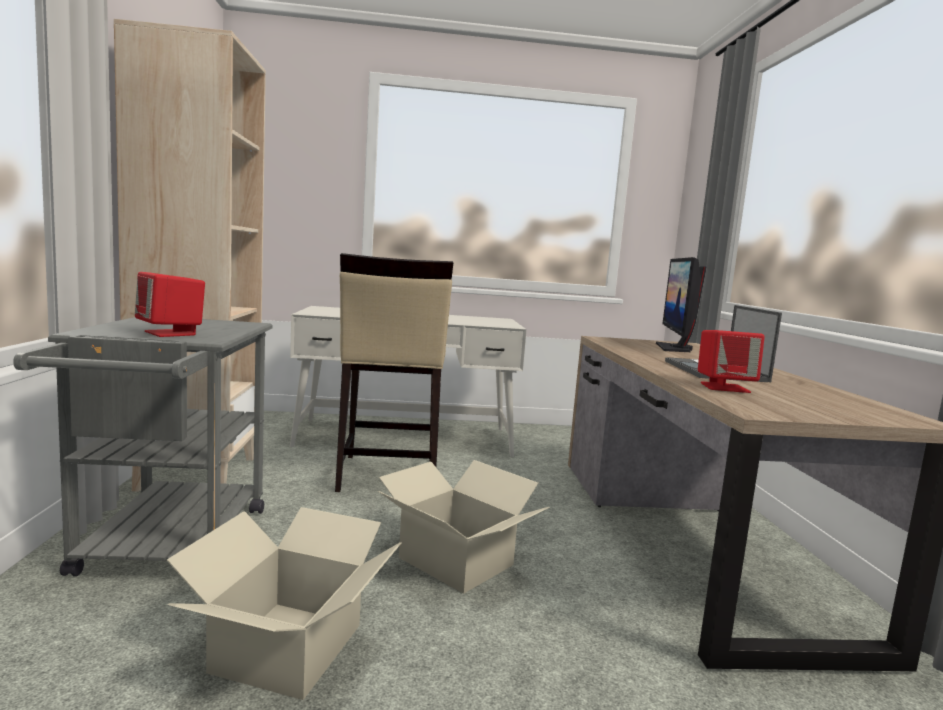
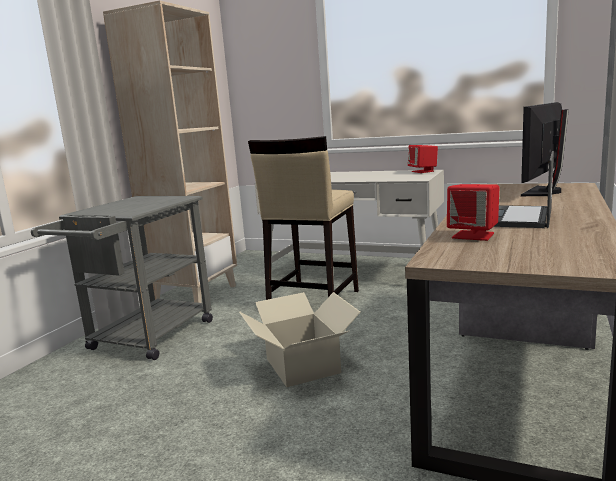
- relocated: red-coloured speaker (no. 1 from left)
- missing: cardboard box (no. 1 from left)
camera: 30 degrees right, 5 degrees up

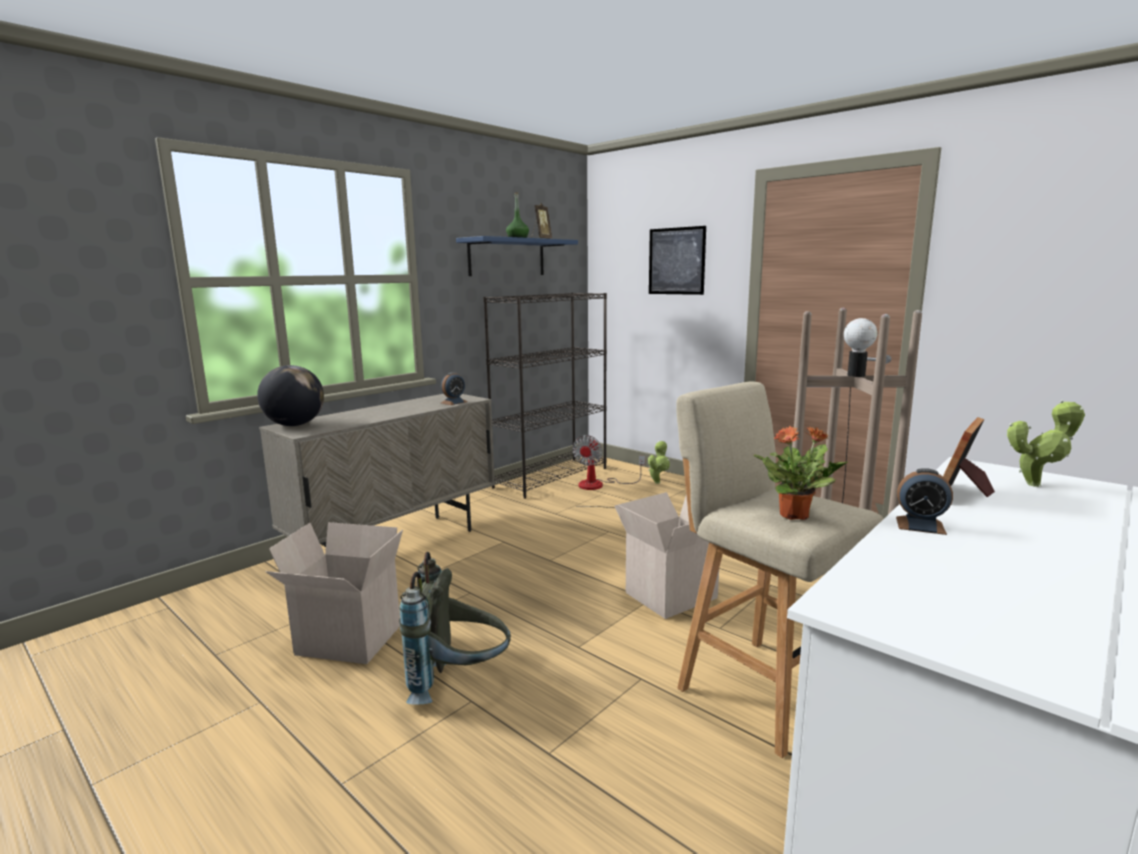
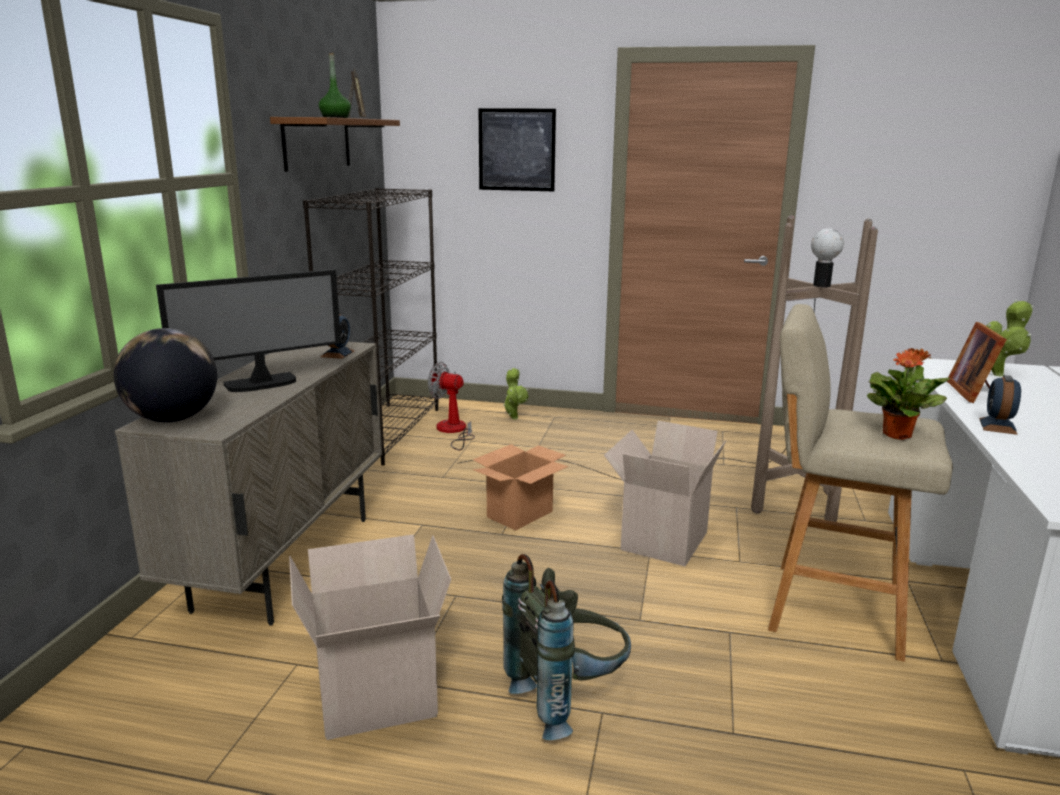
- colour: bluish wall shelf to brown-coloured wall shelf
- spun: cooling fan 120 degrees clockwise
- spun: alarm clock (no. 2 from left) 120 degrees clockwise
- appeared: computer screen
- appeared: cardboard box (no. 2 from left)
camera: 30 degrees left, 5 degrees up

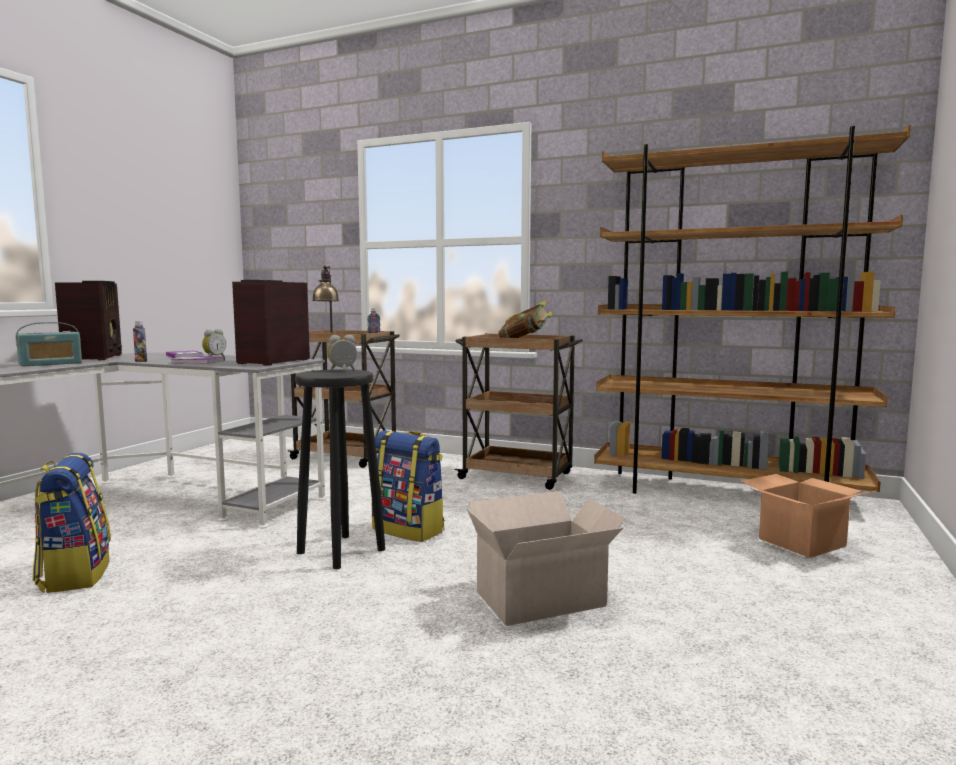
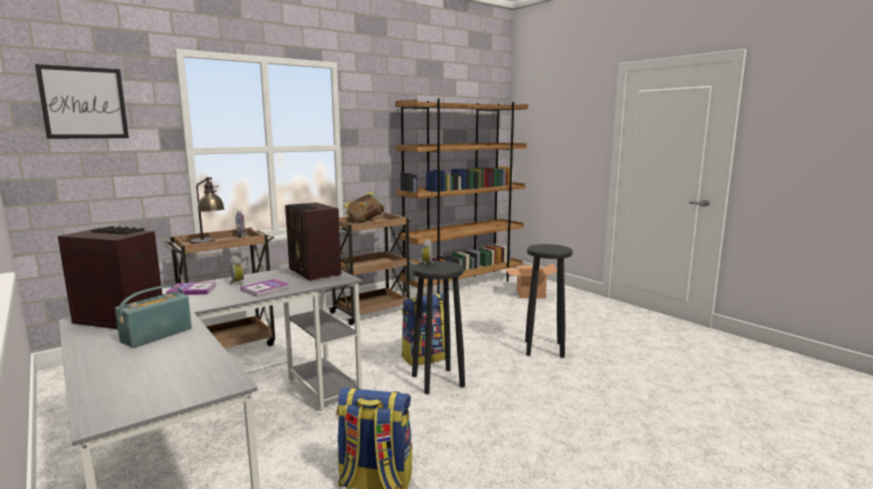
- missing: drink bottle (no. 1 from left)
- spun: radio set (no. 1 from left in the first image) 135 degrees counterclockwise
- exchanged: cardboard box (no. 1 from left) to blackish stool seat (no. 2 from left)
- appeared: wall picture
camera: 60 degrees left, 5 degrees up

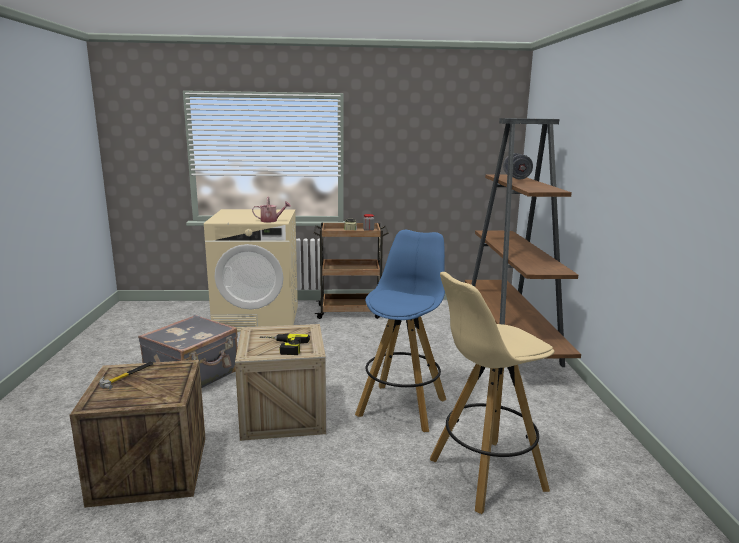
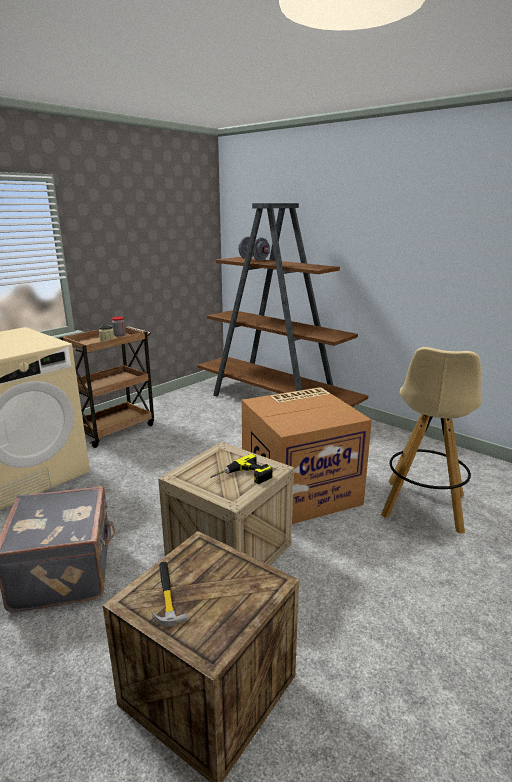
- missing: watering pot
- exchanged: bluish stool seat to cardboard box
camera: 45 degrees left, 5 degrees up

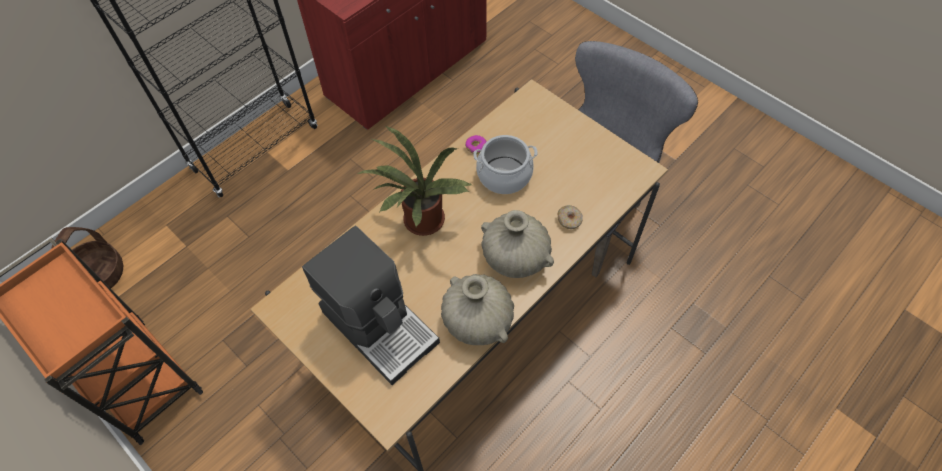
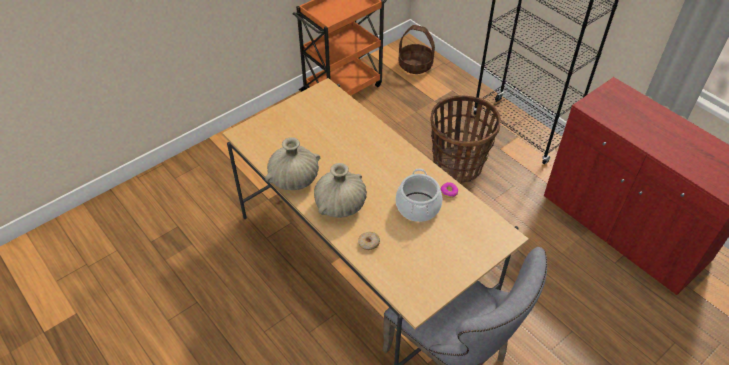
- missing: plant in a pot
- missing: coffee brewer
- appeared: basket (no. 2 from left)
camera: 95 degrees right, 10 degrees down

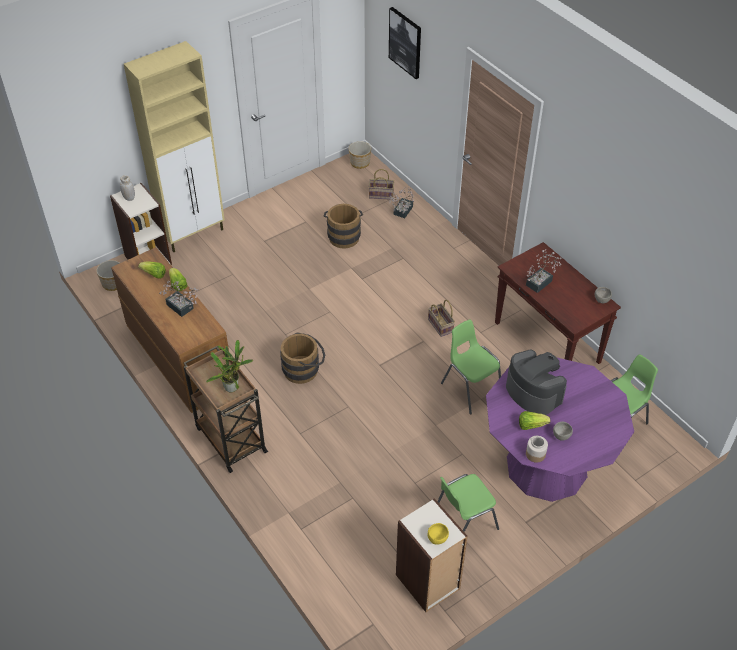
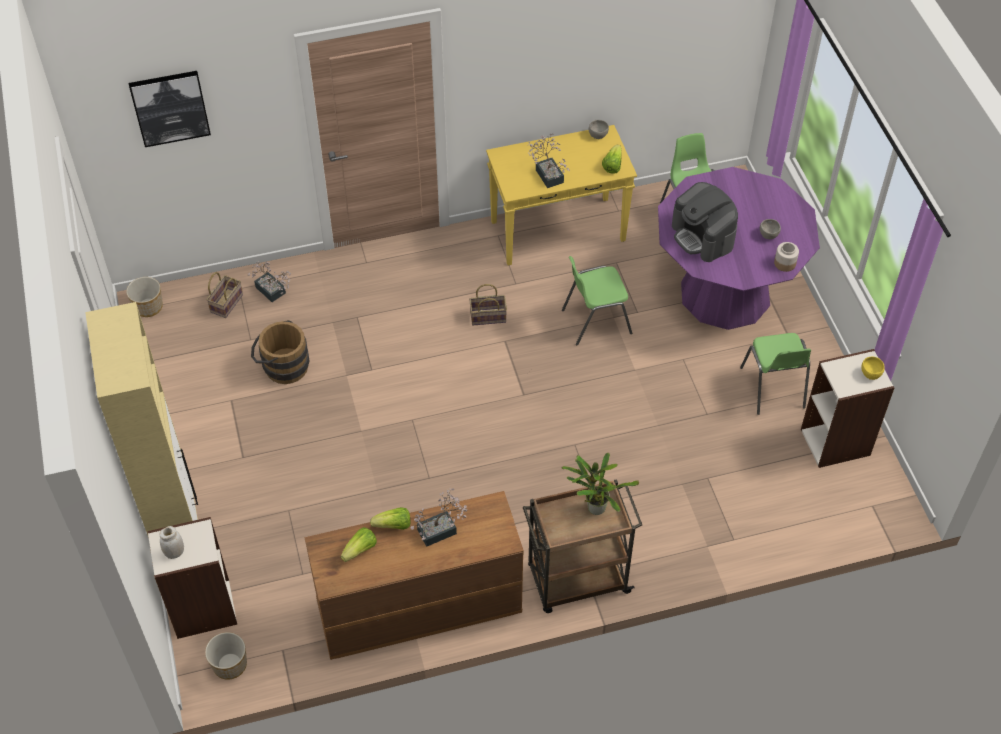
- colour: brown-coloured console table to yellowish console table
- missing: brown-coloured bucket (no. 1 from left)
- spun: coffee brewer 105 degrees counterclockwise
- relocated: lettuce (no. 3 from left)
camera: 70 degrees left, 5 degrees up

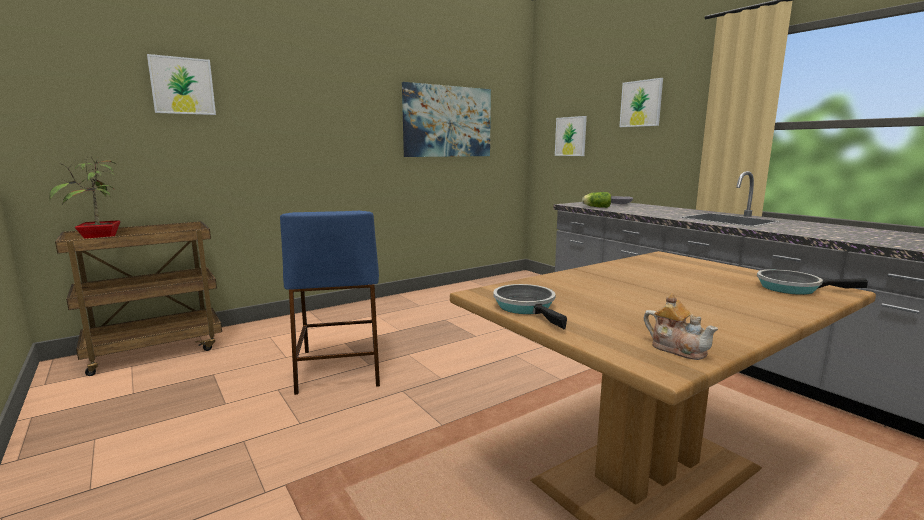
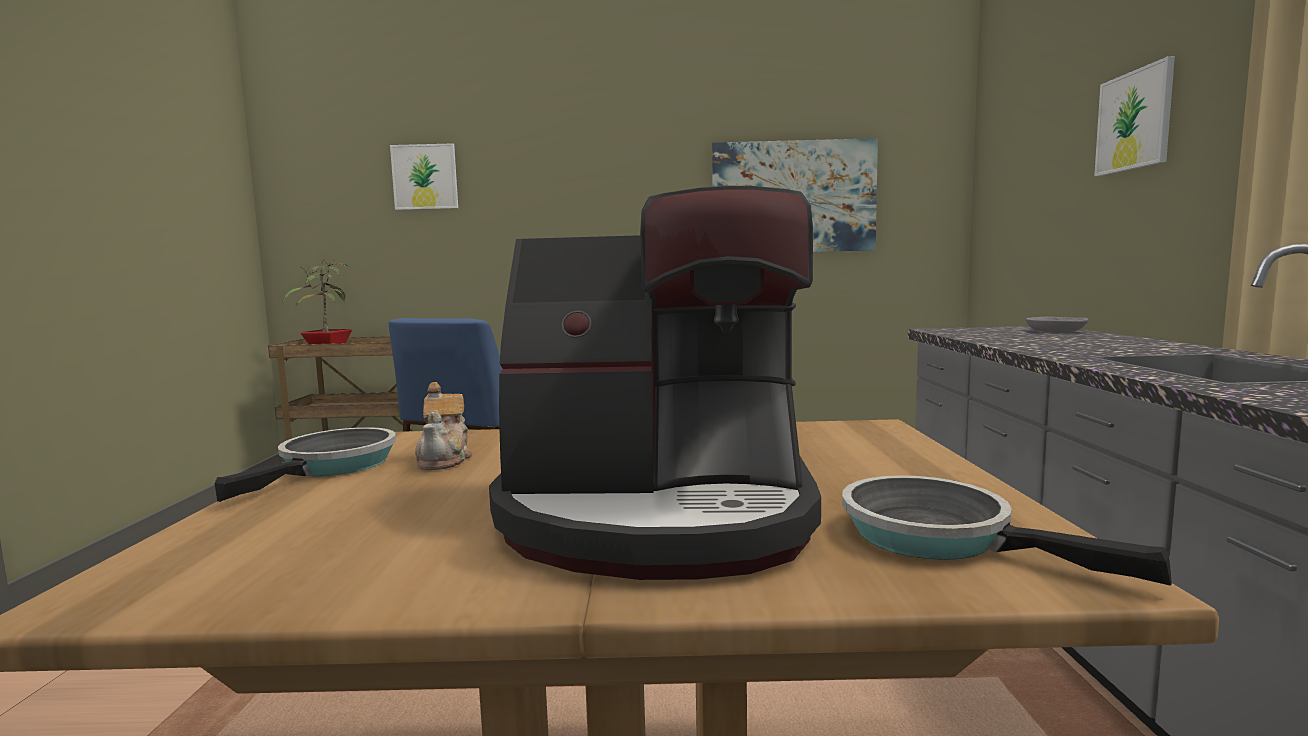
- missing: wall picture (no. 3 from left)
- missing: lettuce
- relocated: teapot
- appeared: coffee brewer
camera: 35 degrees right, 5 degrees down

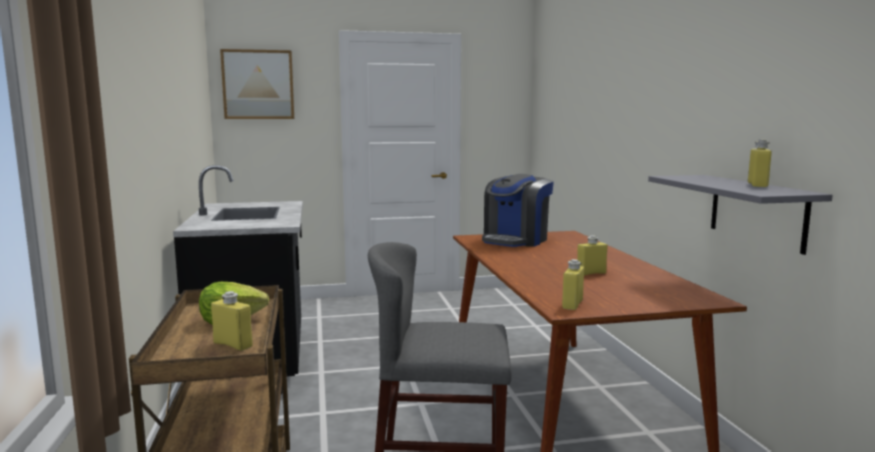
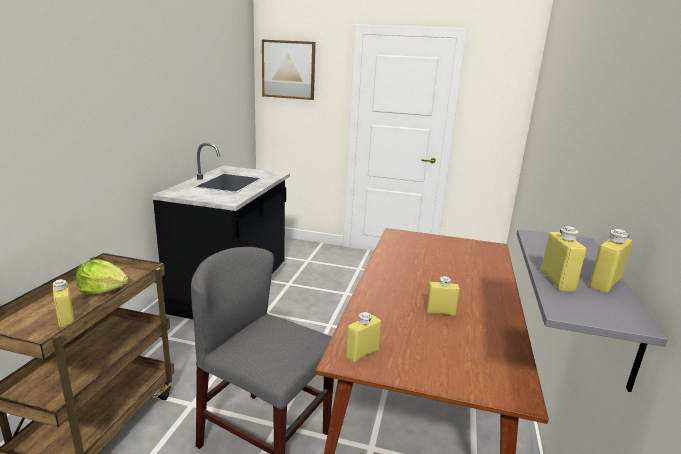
- missing: coffee brewer
- appeared: yellowish drink bottle (no. 4 from left)
camera: 25 degrees right, 10 degrees up

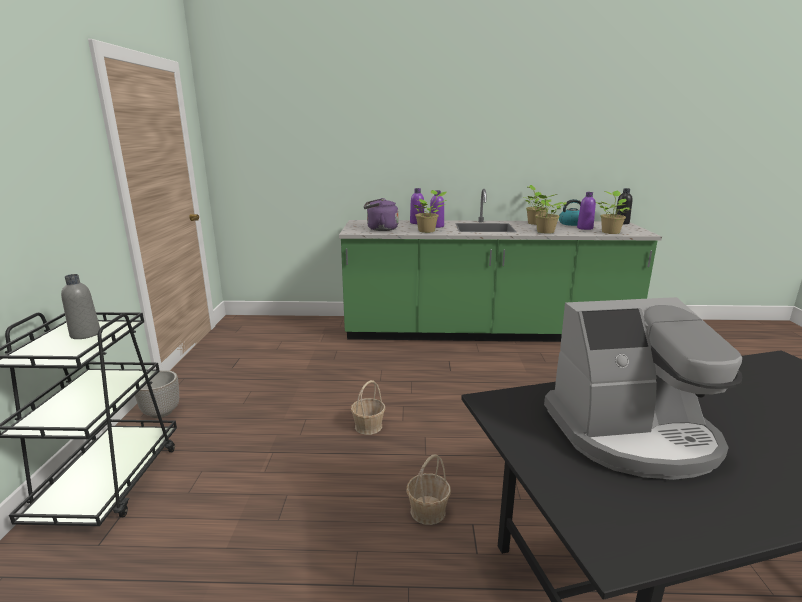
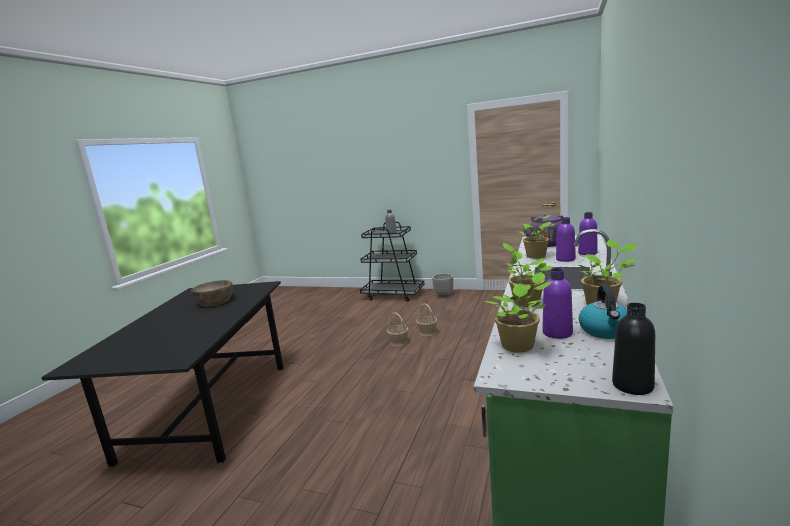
- exchanged: coffee brewer to brown-coloured bowl
- relocated: basket (no. 2 from left)
camera: 110 degrees right, 5 degrees down

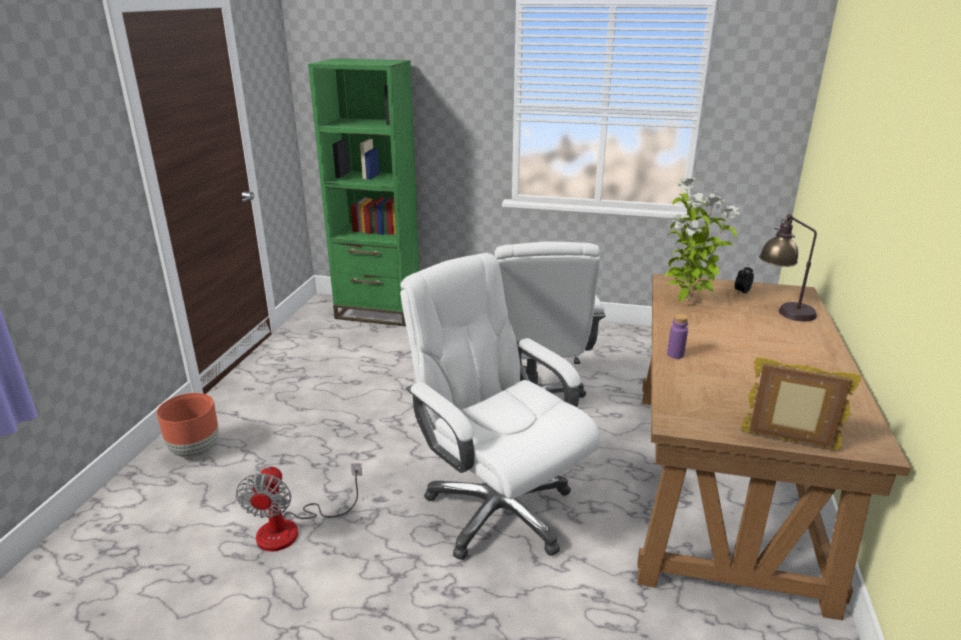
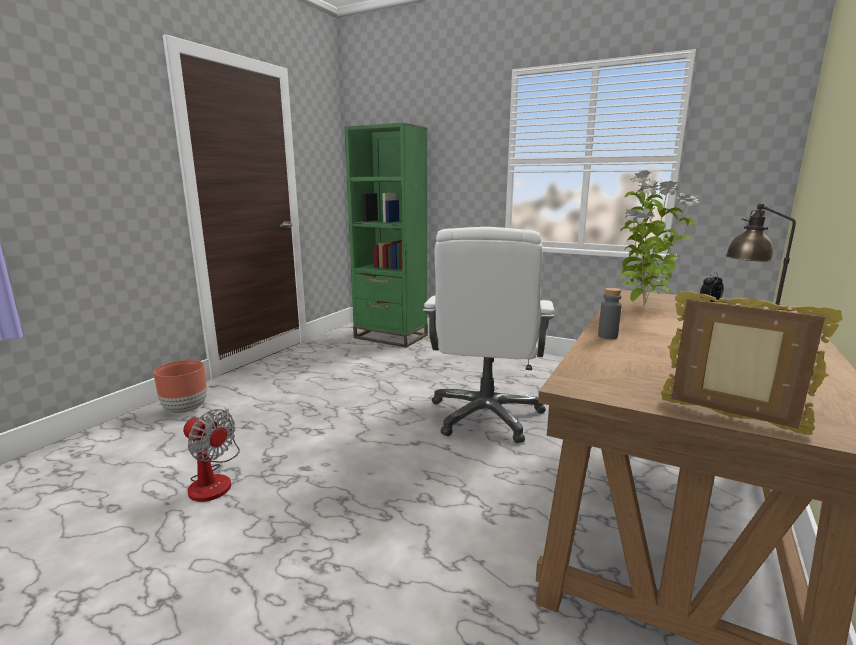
- missing: white-coloured desk chair (no. 1 from left)
- colour: purplish drink bottle to grey drink bottle
- spun: cooling fan 75 degrees counterclockwise
camera: 15 degrees right, 10 degrees down

